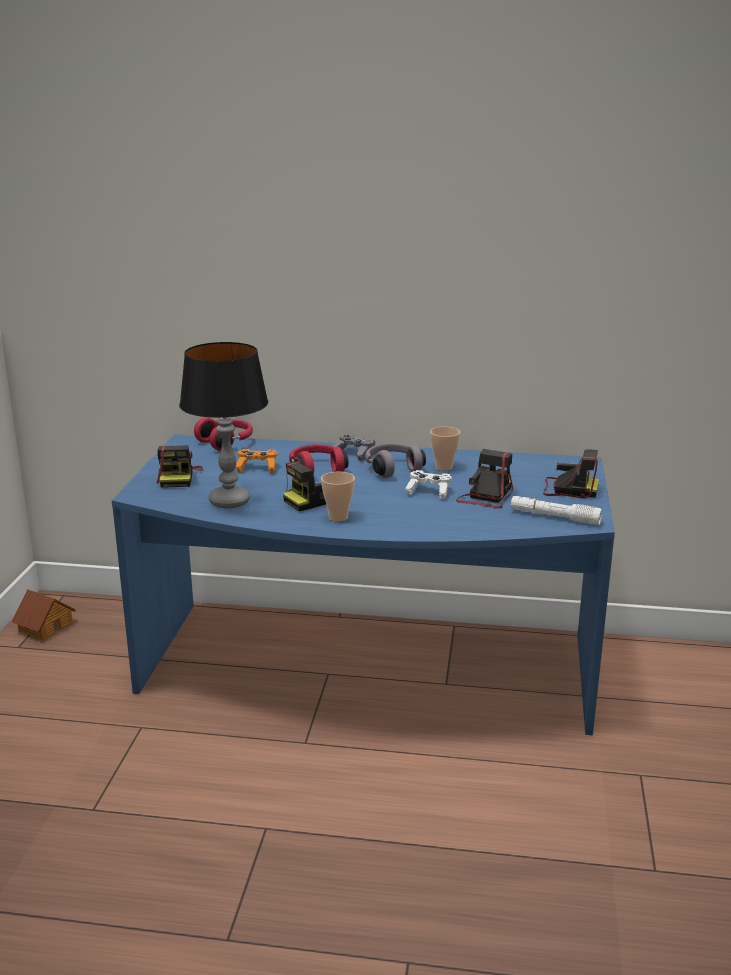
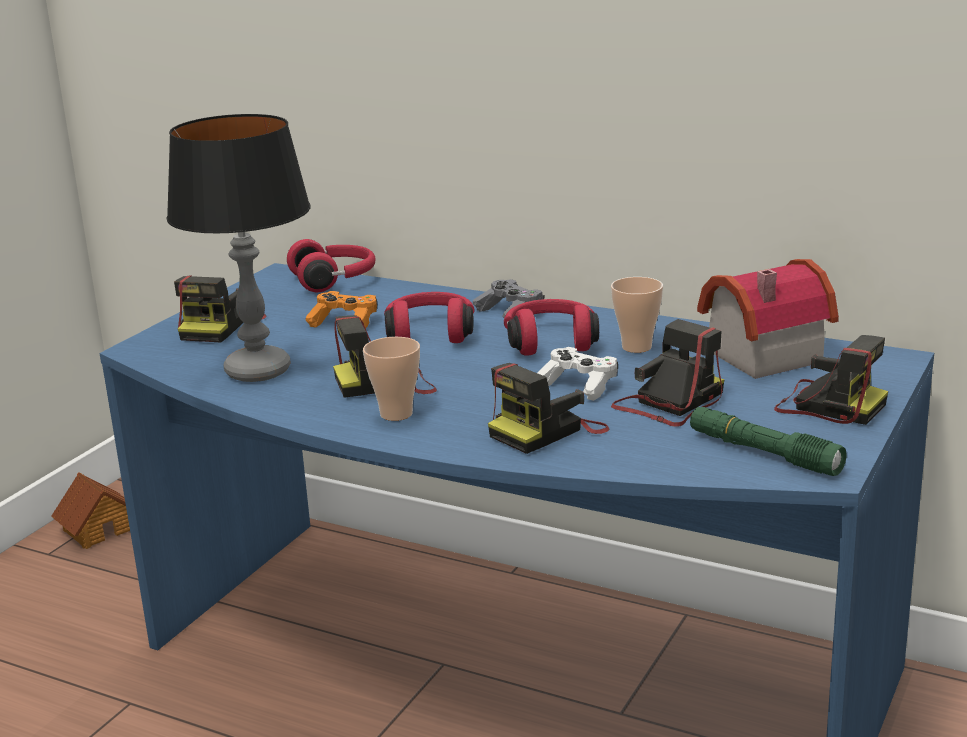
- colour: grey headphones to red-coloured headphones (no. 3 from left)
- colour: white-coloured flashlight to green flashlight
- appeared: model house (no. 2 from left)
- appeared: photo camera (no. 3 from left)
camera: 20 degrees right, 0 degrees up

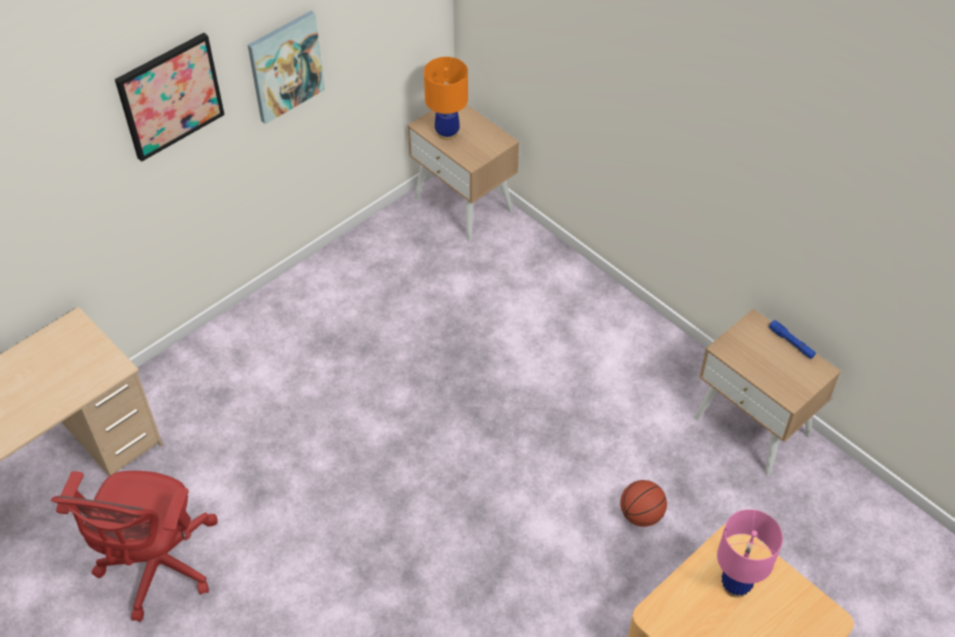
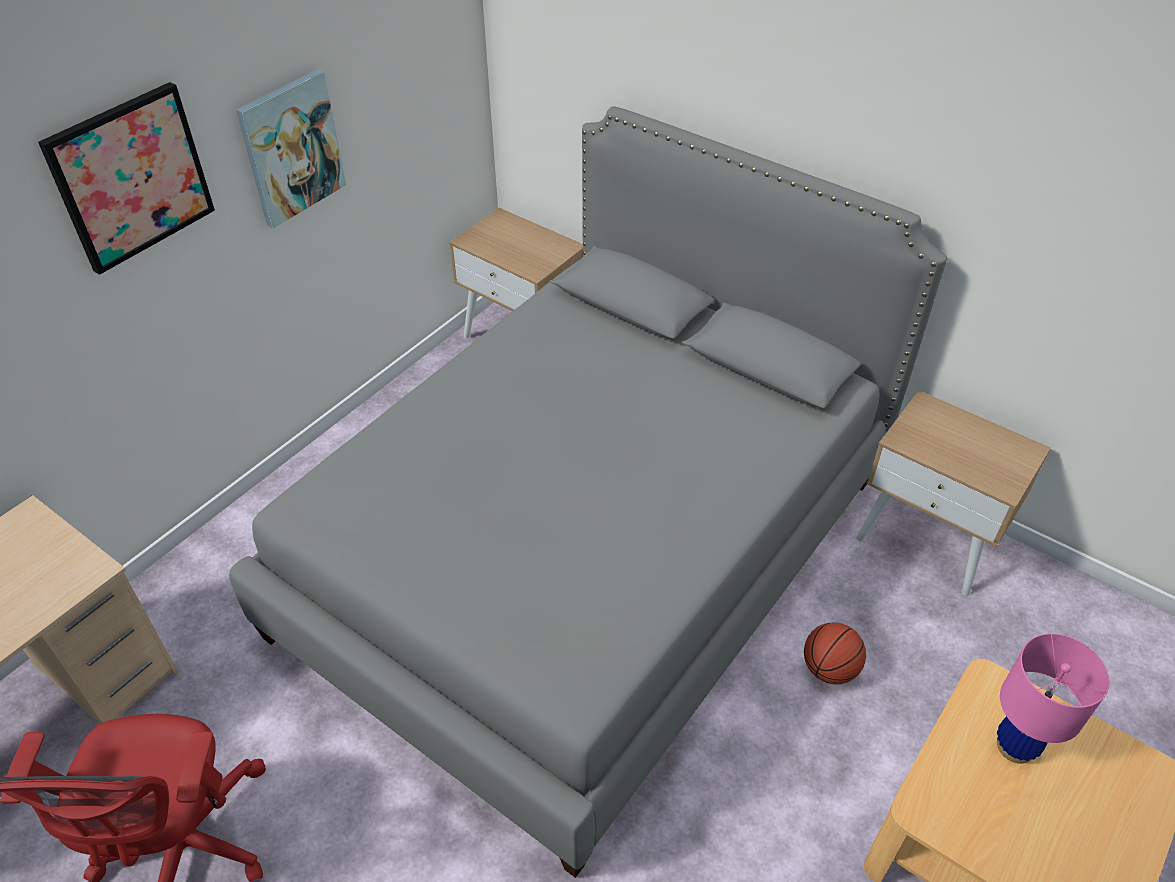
- missing: orange table lamp
- missing: bluish flashlight
- appeared: grey bed
camera: 10 degrees left, 5 degrees down

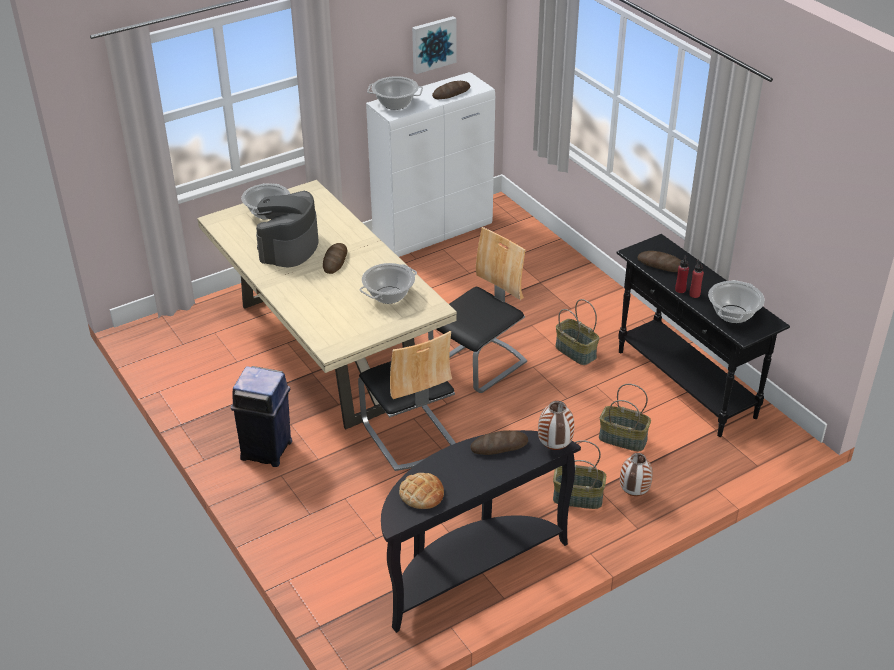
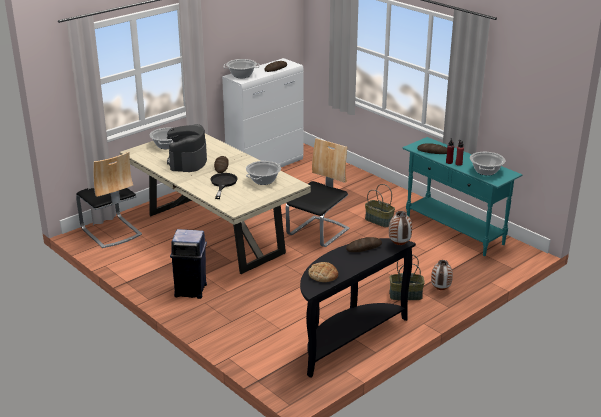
- missing: wall picture
- colour: blackish console table (no. 2 from left) to blue-green console table
- relocated: upright chair (no. 1 from left)
- missing: basket (no. 3 from left)
- appeared: blackish frying pan
camera: 10 degrees left, 10 degrees down

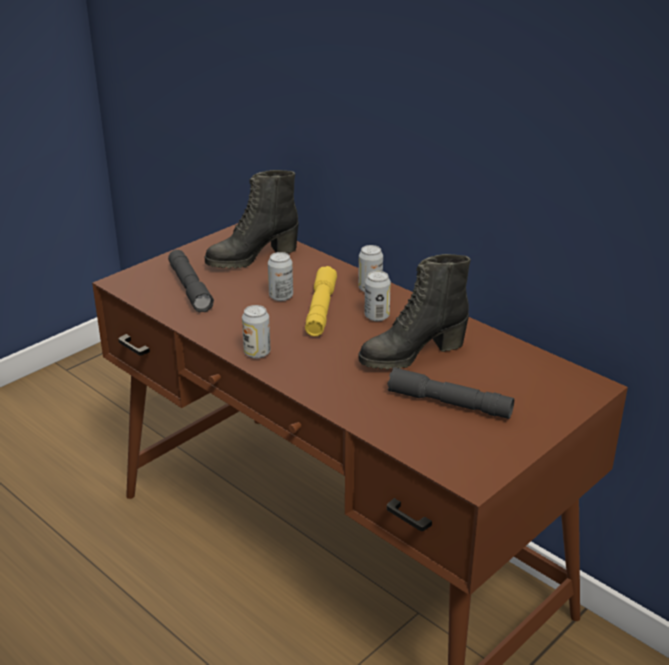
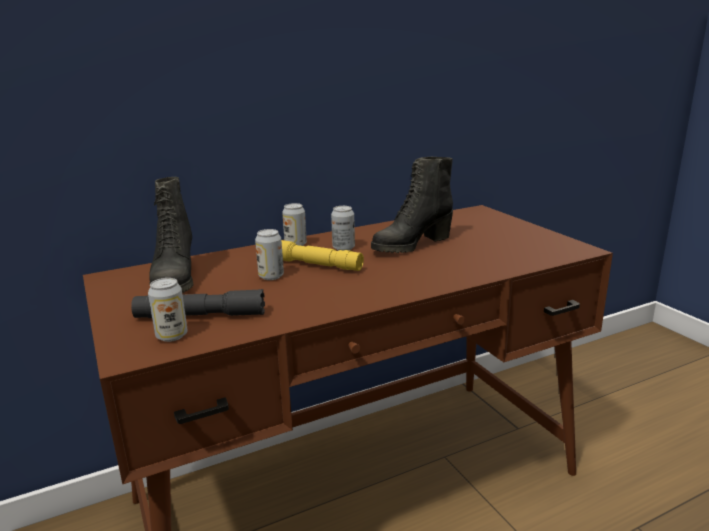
- spun: blackish high-top boot (no. 2 from left) 60 degrees clockwise
- relocated: metal can (no. 1 from left)
- missing: grey flashlight (no. 2 from left)
camera: 70 degrees left, 10 degrees down

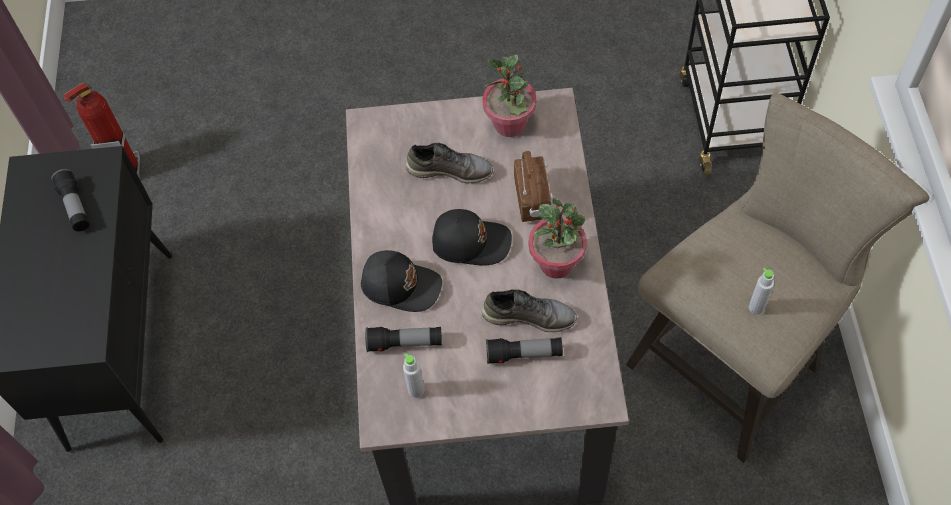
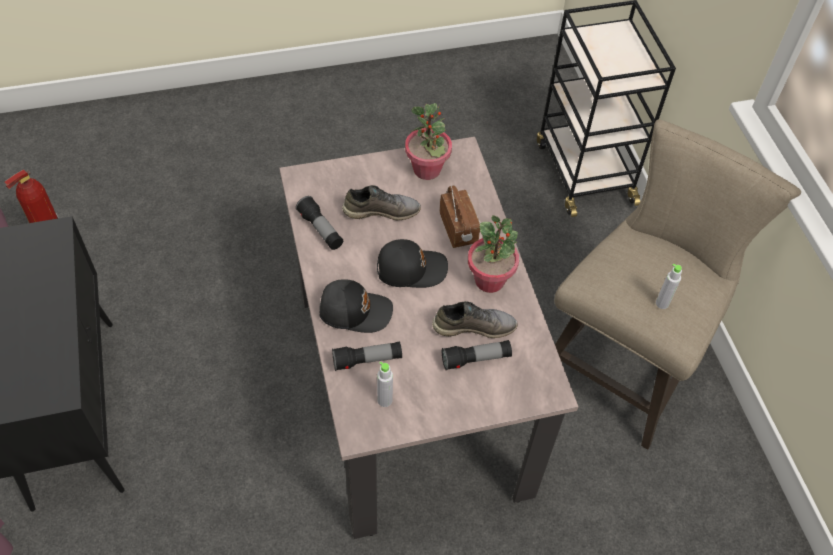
- relocated: flashlight (no. 1 from left)
camera: 15 degrees left, 5 degrees down

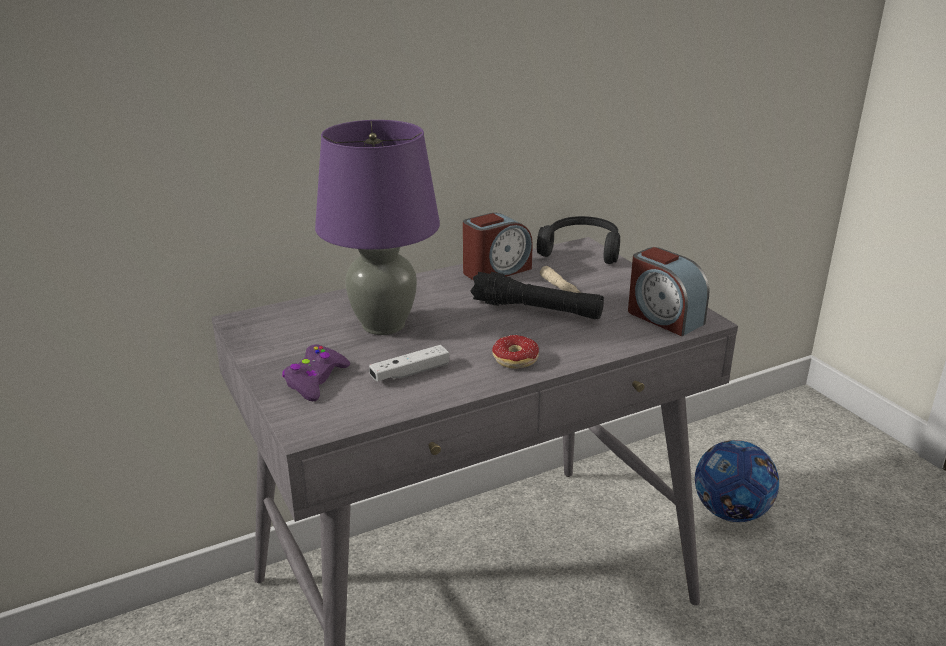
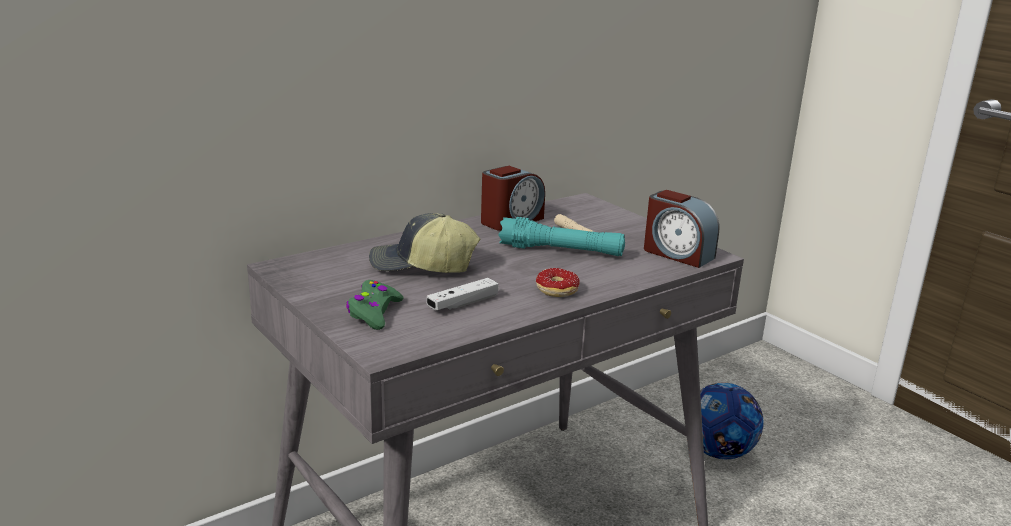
- exchanged: purplish table lamp to baseball cap
- missing: blackish headphones
- colour: blackish flashlight to blue-green flashlight
- colour: purplish game controller to green game controller
camera: 10 degrees left, 5 degrees down

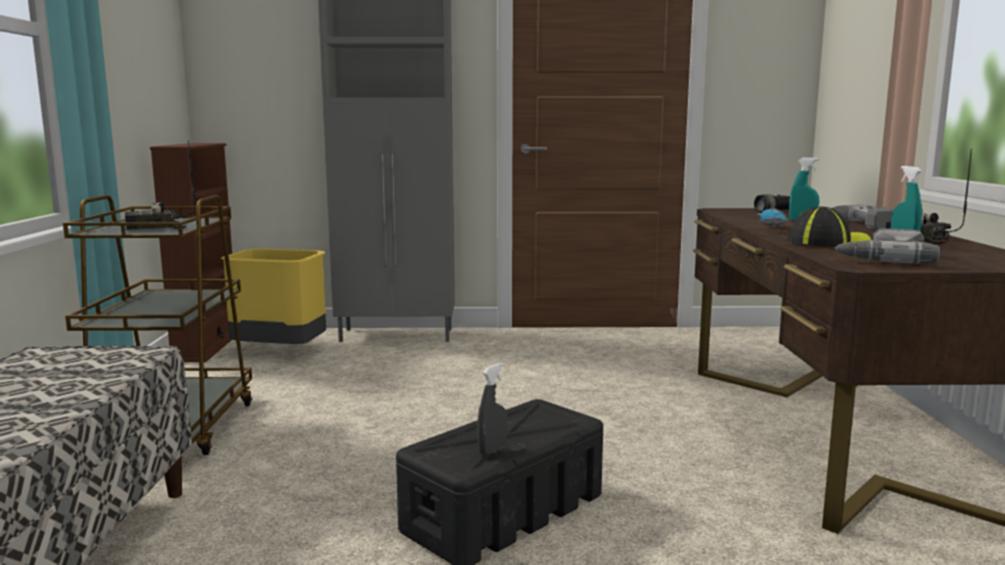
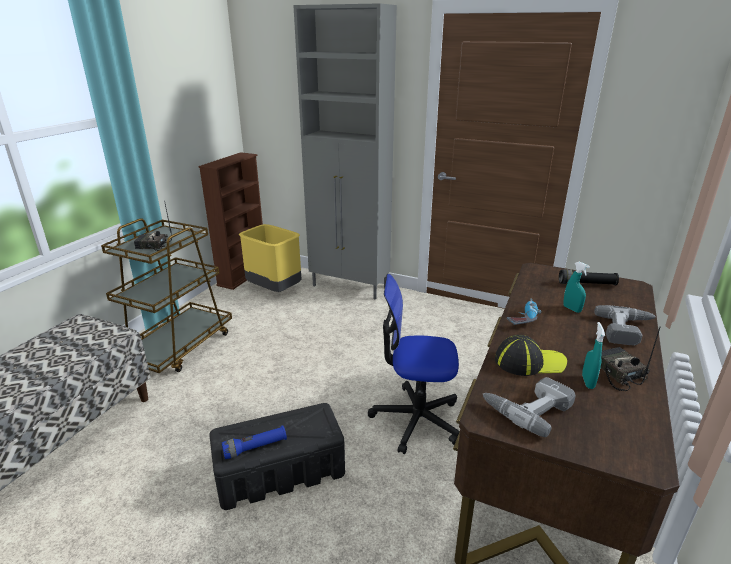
- exchanged: grey hand sprayer to bluish flashlight
- appeared: desk chair
camera: 25 degrees right, 15 degrees up

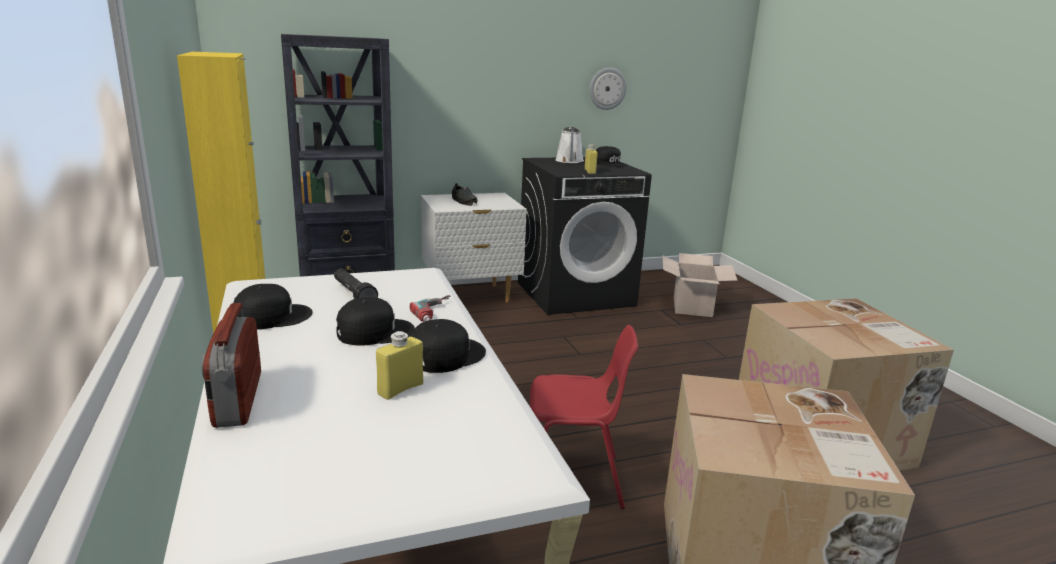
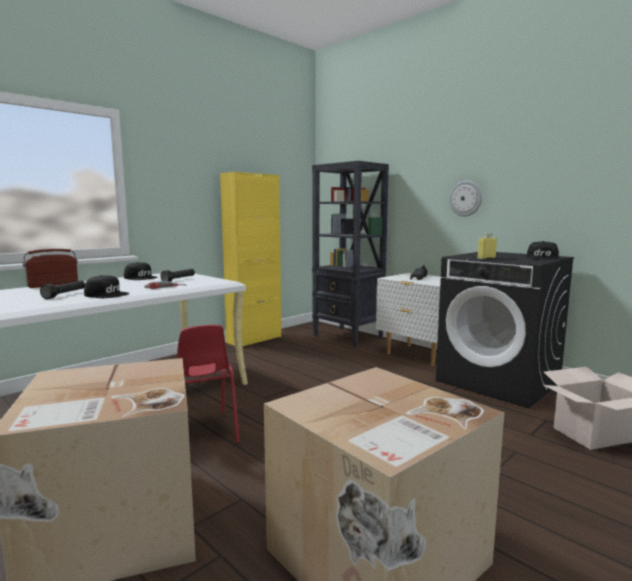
- relocated: hanging clock
- missing: white-coloured watering pot
- missing: blackish baseball cap (no. 2 from left)
- exchanged: yellowish drink bottle (no. 1 from left) to blackish flashlight (no. 1 from left)
camera: 65 degrees right, 10 degrees down

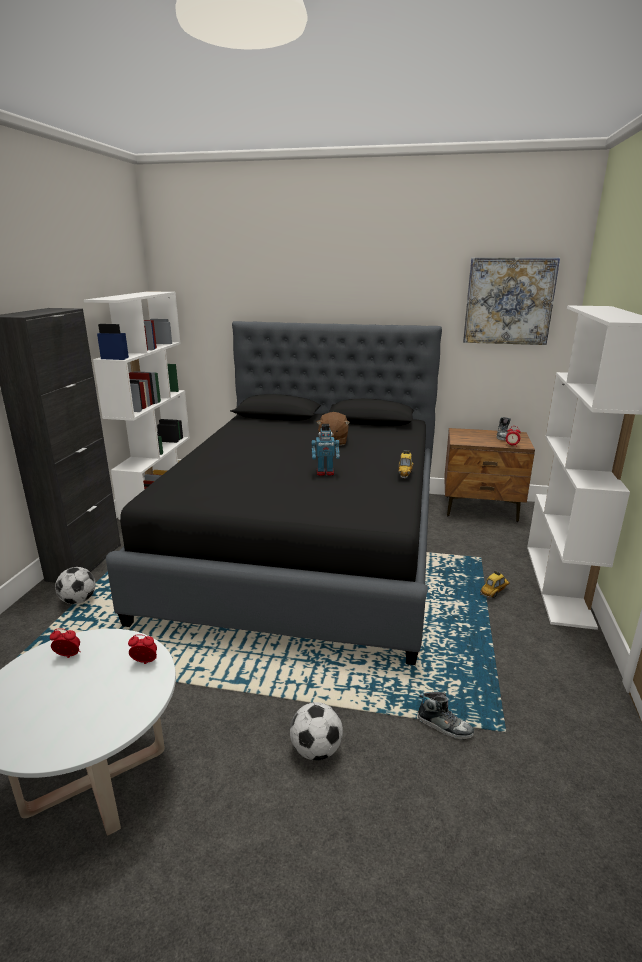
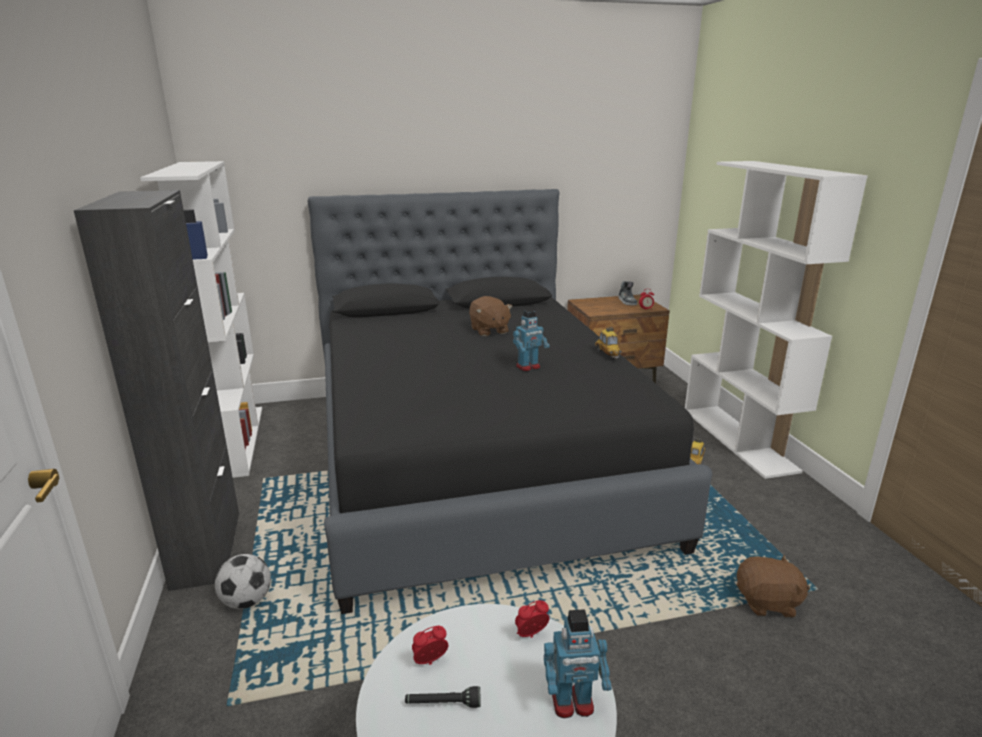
- missing: wall picture
- exchanged: shoe (no. 1 from left) to brown-coloured plush toy (no. 2 from left)
- missing: football (no. 2 from left)
- appeared: robot figure (no. 2 from left)
- appeared: blackish flashlight
camera: 25 degrees left, 0 degrees up

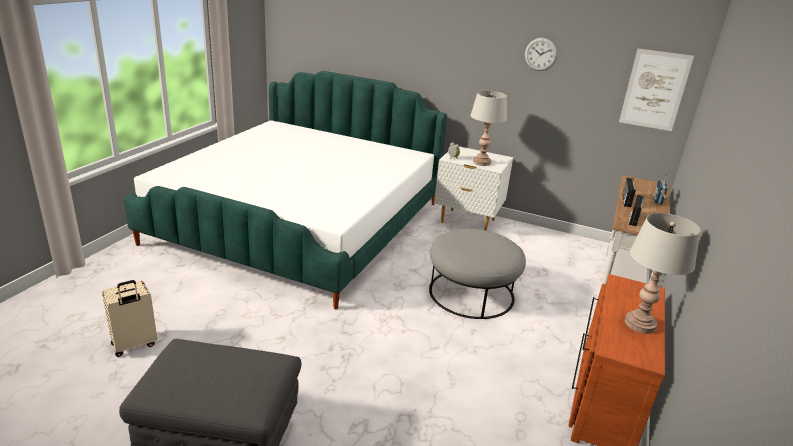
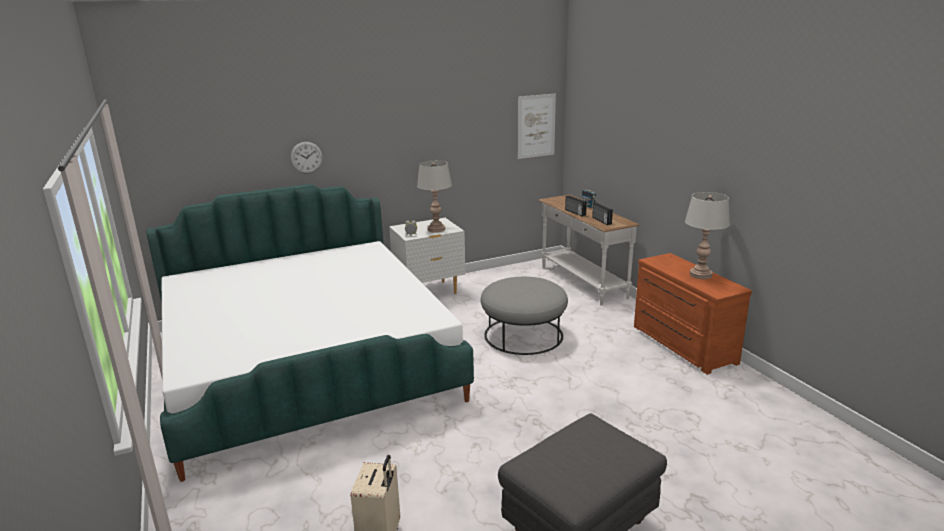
- relocated: hanging clock
camera: 45 degrees left, 5 degrees down

